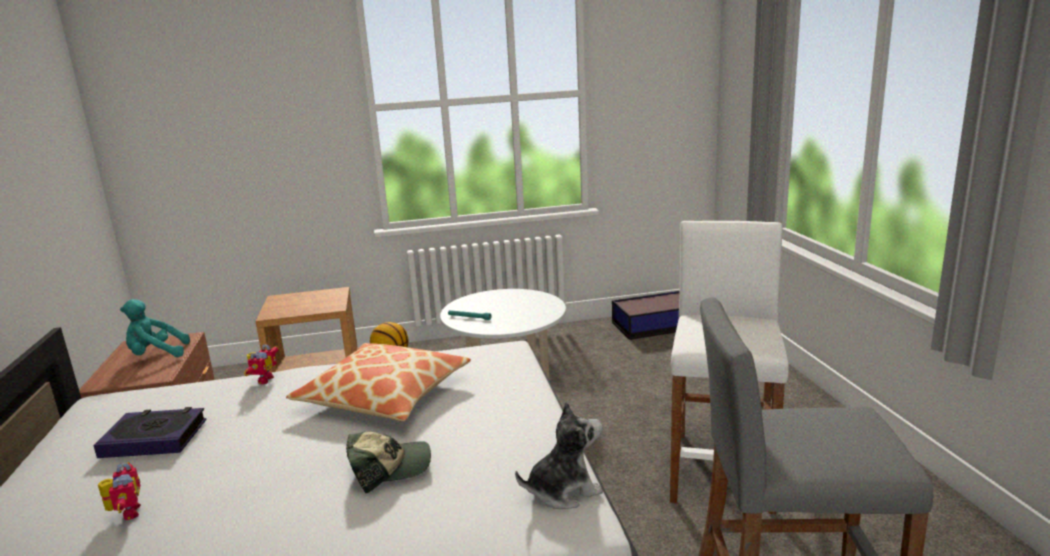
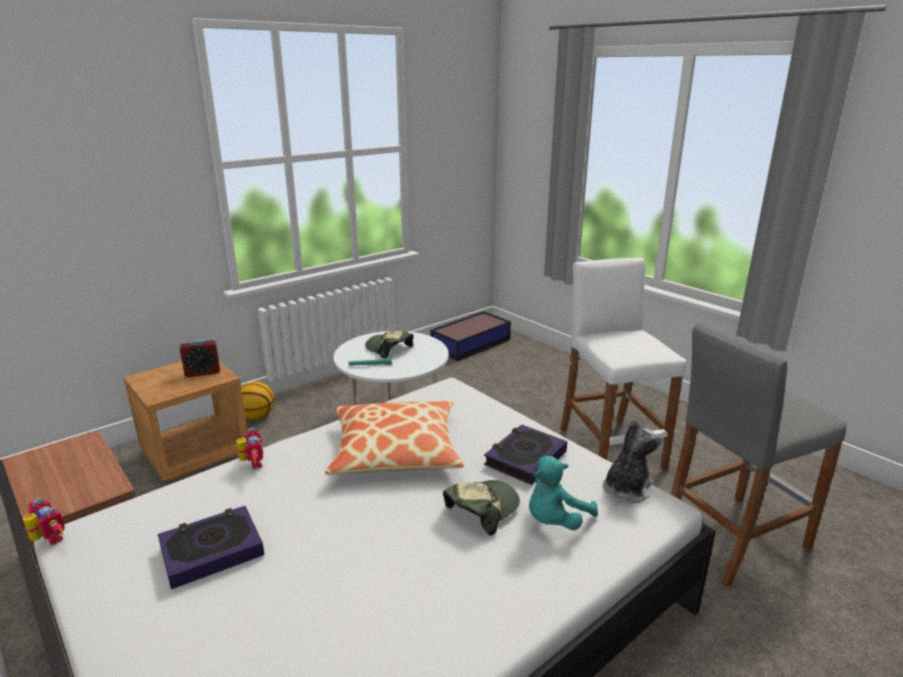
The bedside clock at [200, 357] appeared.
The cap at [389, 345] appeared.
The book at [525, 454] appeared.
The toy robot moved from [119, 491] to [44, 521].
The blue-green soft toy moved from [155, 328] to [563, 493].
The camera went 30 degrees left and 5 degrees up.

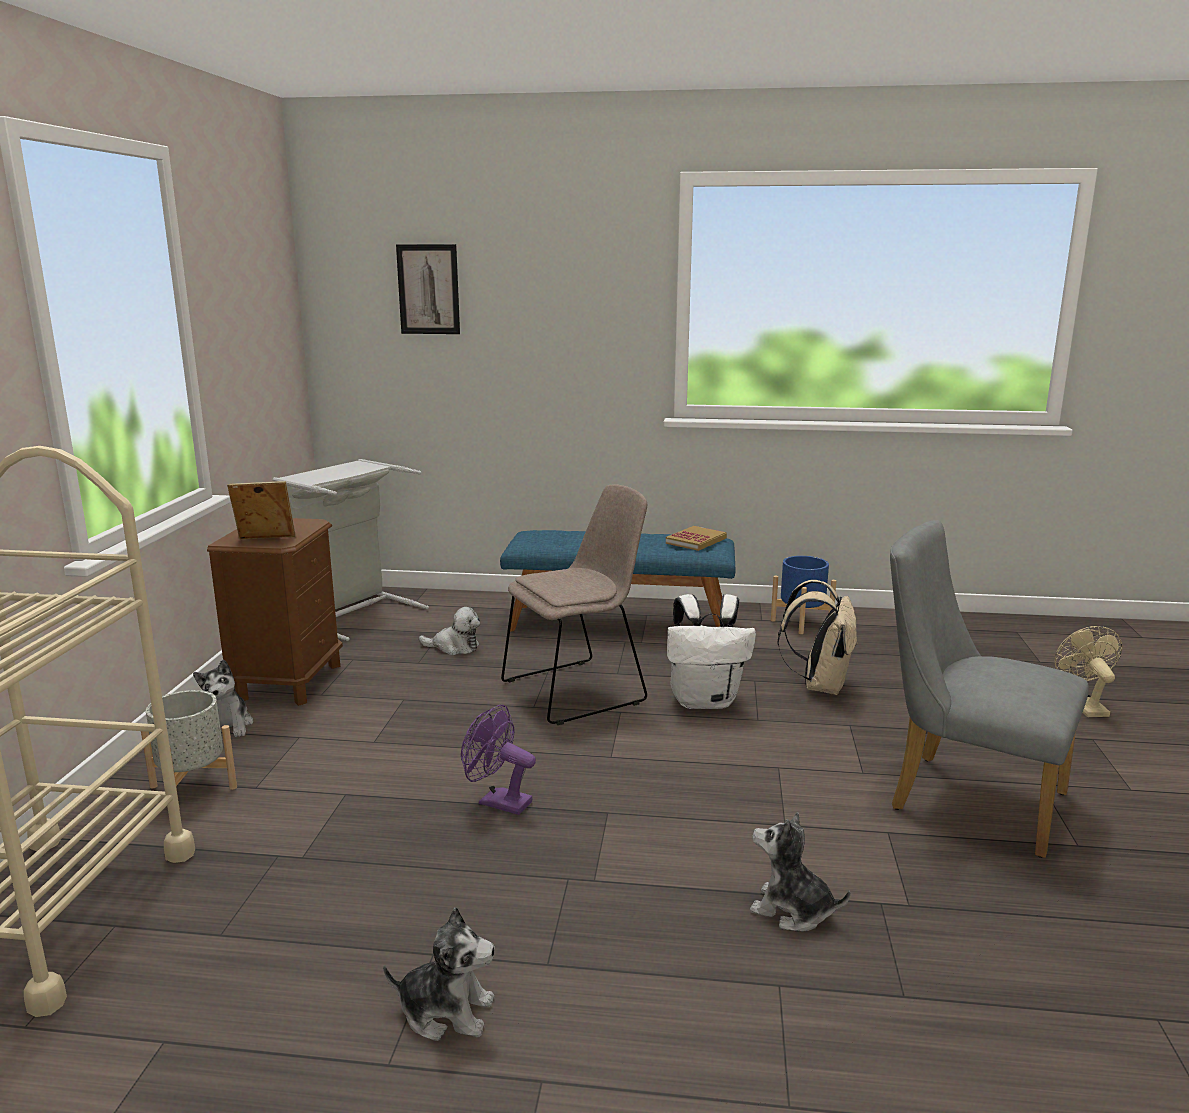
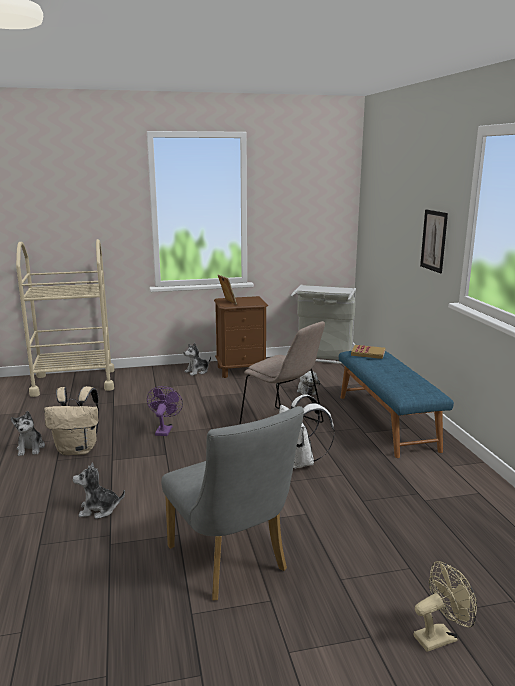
The grey plant pot at [189, 749] disappeared.
The blue plant pot at [803, 595] disappeared.
The picture moved from [428, 289] to [434, 241].
The book moved from [696, 538] to [368, 352].
The beige knapsack moved from [818, 637] to [71, 420].
The soft toy at [800, 872] turned 105 degrees counterclockwise.
The grey upright chair at [989, 689] turned 135 degrees clockwise.
The camera went 70 degrees right and 0 degrees up.

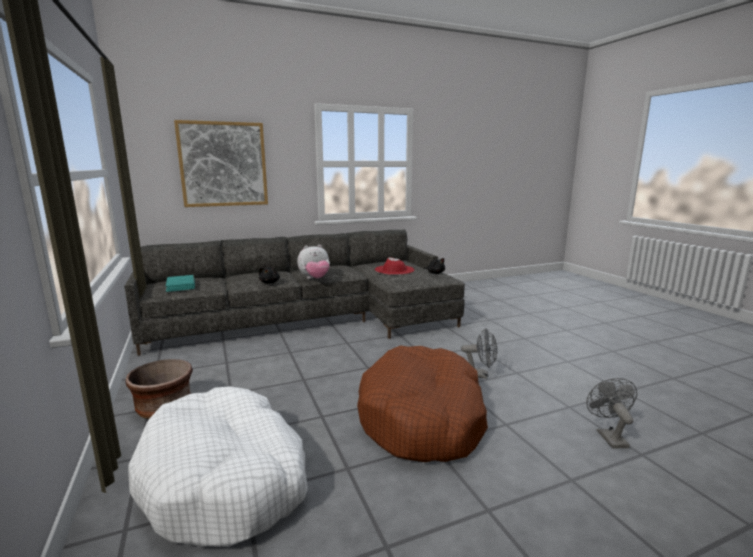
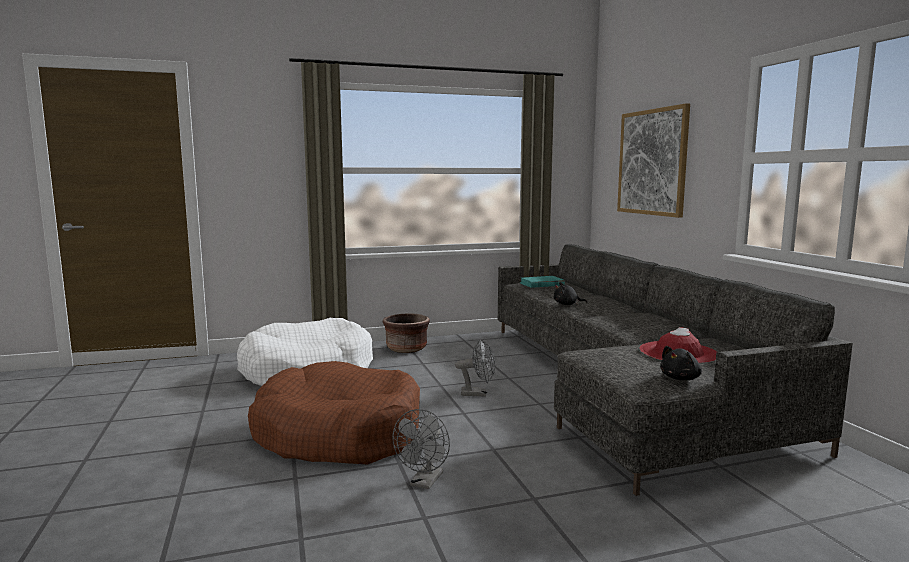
The soft toy at [313, 262] disappeared.
The grey electric fan moved from [611, 413] to [475, 368].
The camera went 95 degrees right and 5 degrees down.

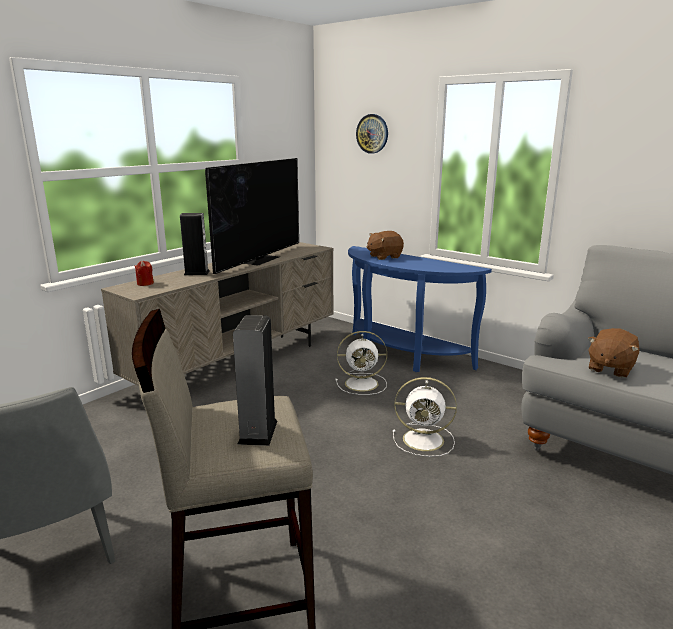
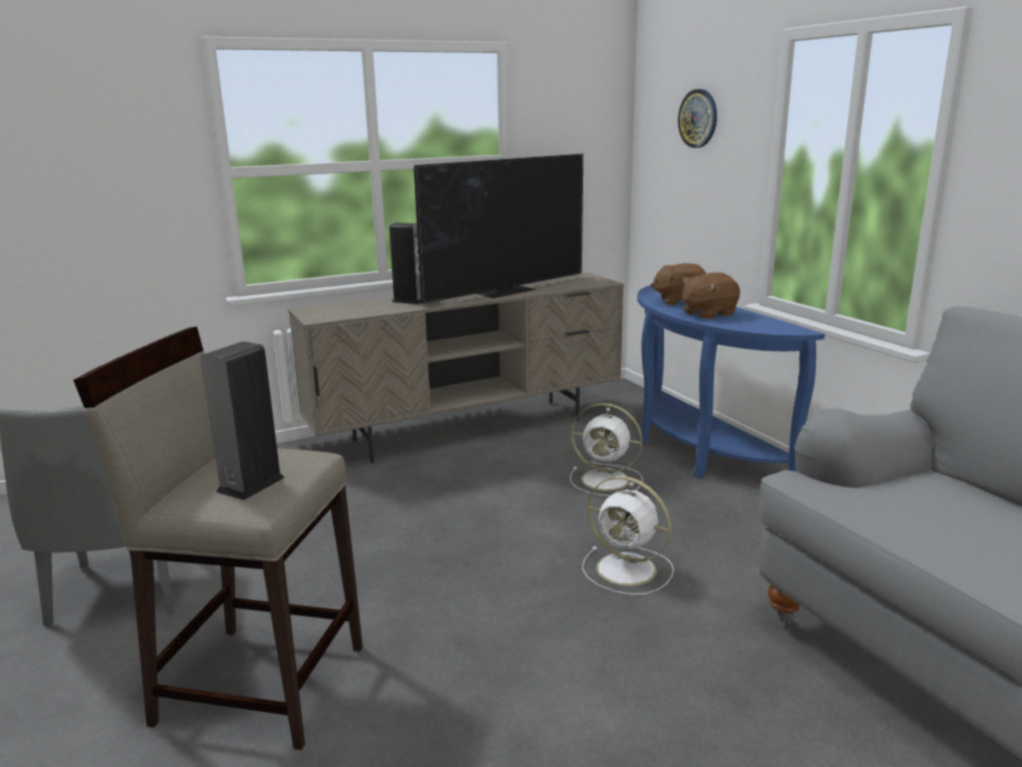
The red-coloured wax light at [144, 273] disappeared.
The brown-coloured soft toy moved from [613, 353] to [711, 295].
The camera went 25 degrees right and 0 degrees up.

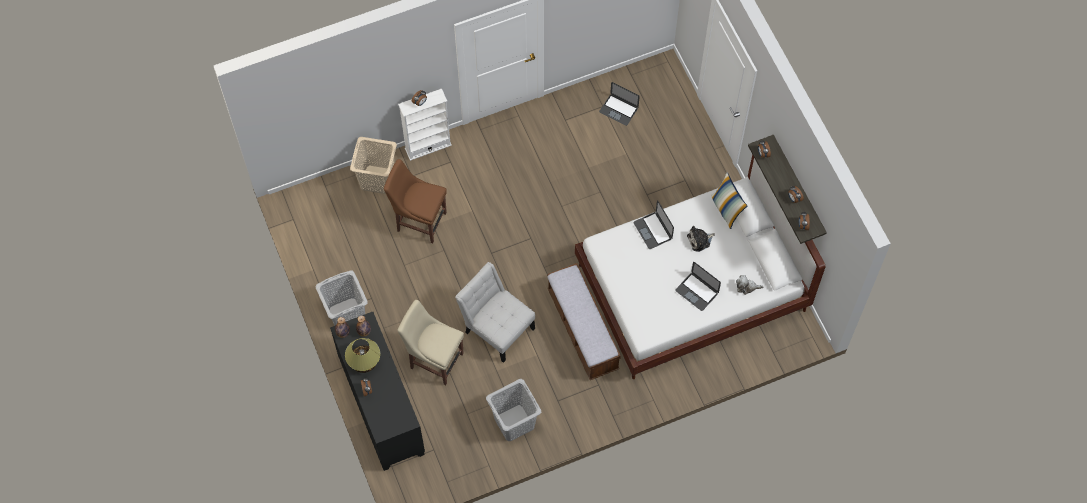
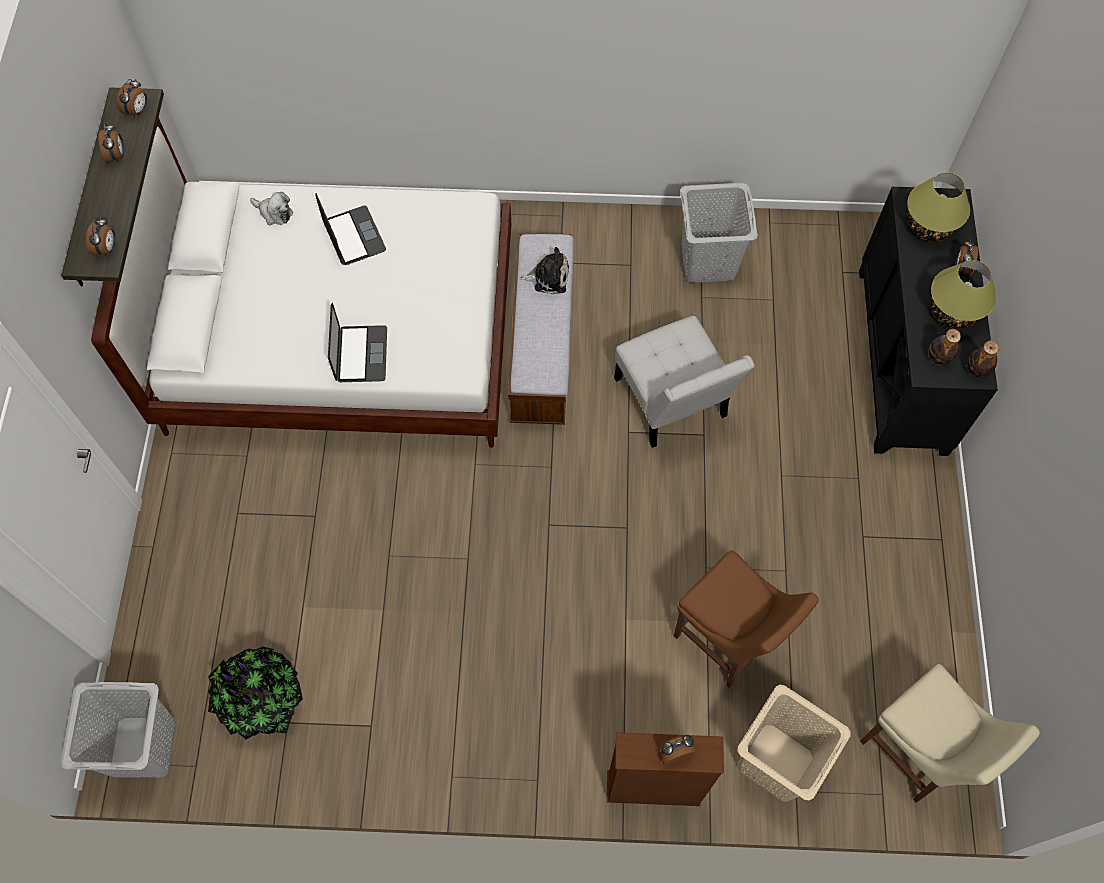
The cushion at [729, 201] disappeared.
The table lamp at [938, 207] appeared.
The grey washing basket moved from [342, 298] to [118, 730].
The beige upright chair moved from [431, 342] to [950, 733].
The soft toy moved from [701, 239] to [544, 271].
The notebook computer at [619, 104] was replaced by the potted plant at [255, 693].
The white-coloured bookshelf at [425, 125] became the brown-coloured bookshelf at [665, 769].
The camera went 155 degrees left and 0 degrees up.

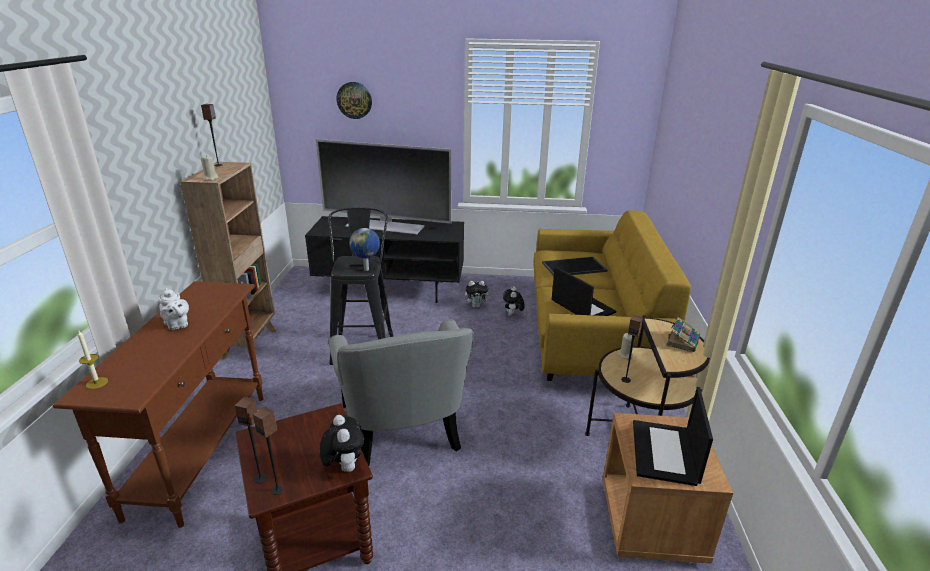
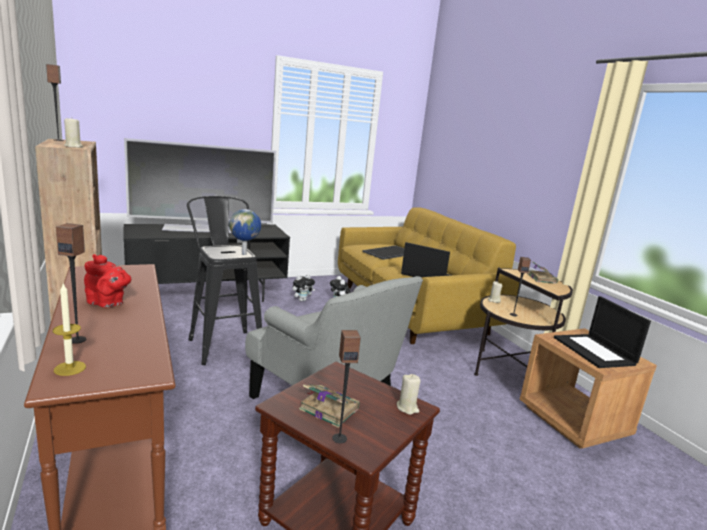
The wall clock at [354, 100] disappeared.
The book at [329, 406] appeared.
The loudspeaker moved from [268, 451] to [71, 283].
The soft toy at [342, 443] was replaced by the beige wax light at [409, 394].
The white-coloured tea pot at [173, 309] became the red-coloured tea pot at [107, 281].
The camera went 30 degrees left and 10 degrees down.

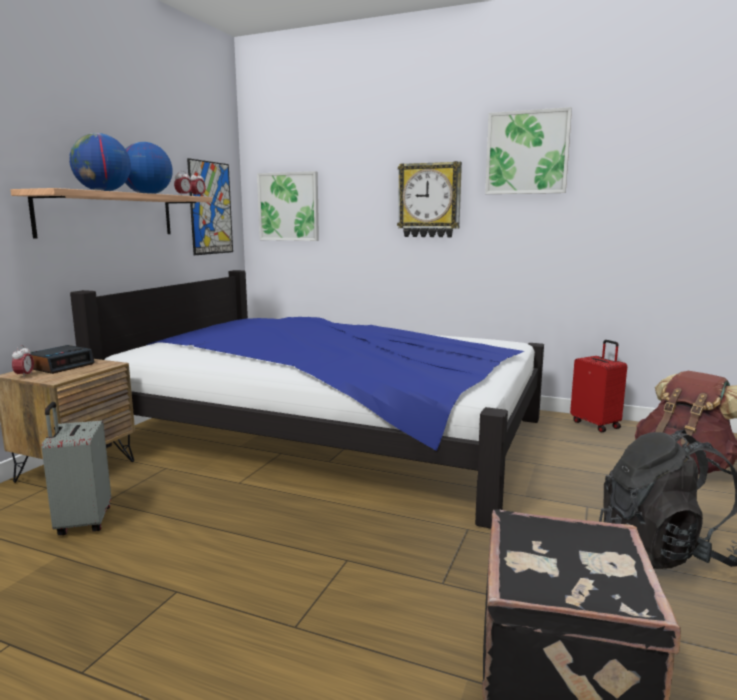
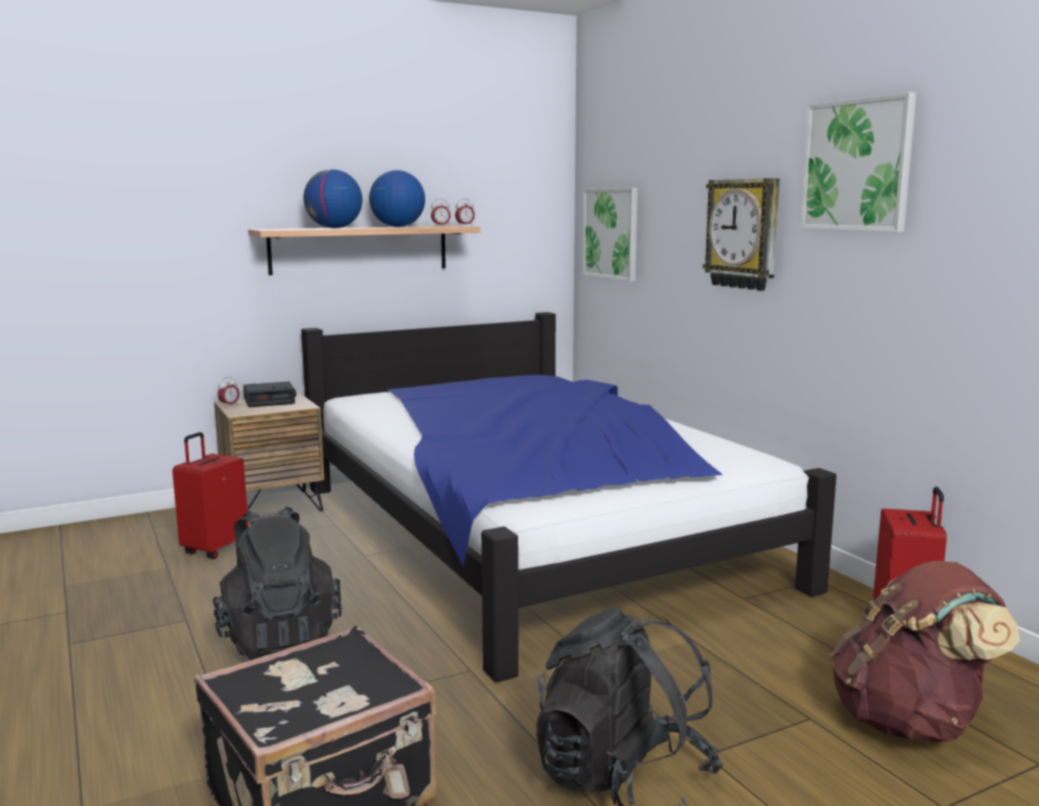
The picture at [210, 206] disappeared.
The black-coloured knapsack at [277, 583] appeared.
The grey travel case at [76, 468] became the red-coloured travel case at [210, 495].
The camera went 40 degrees right and 0 degrees up.

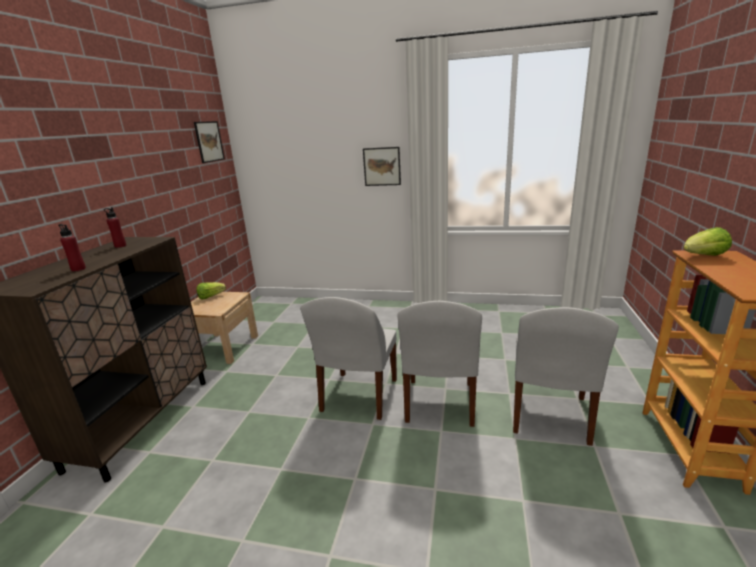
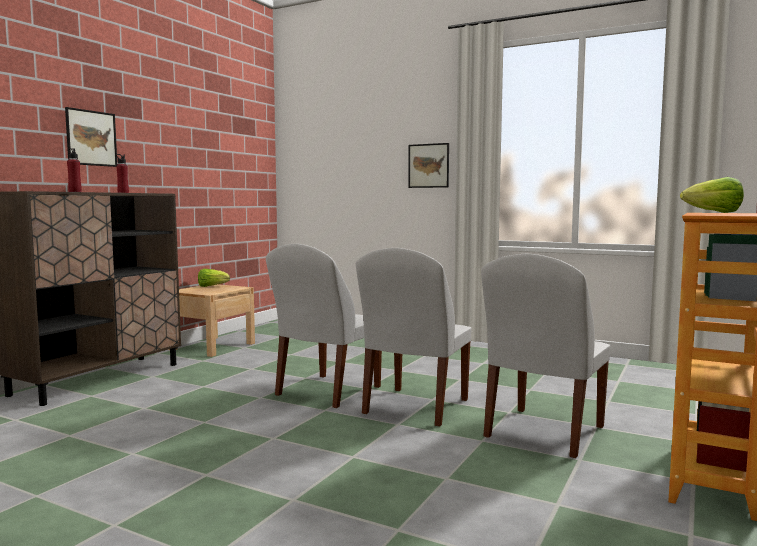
The picture moved from [209, 142] to [91, 137].
The camera went 15 degrees right and 15 degrees down.

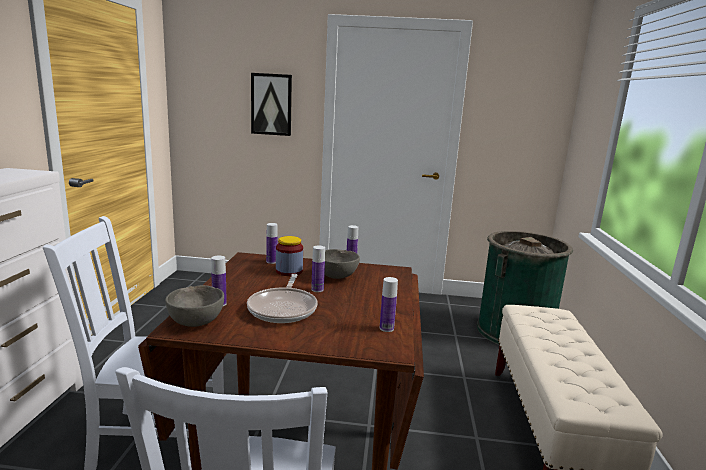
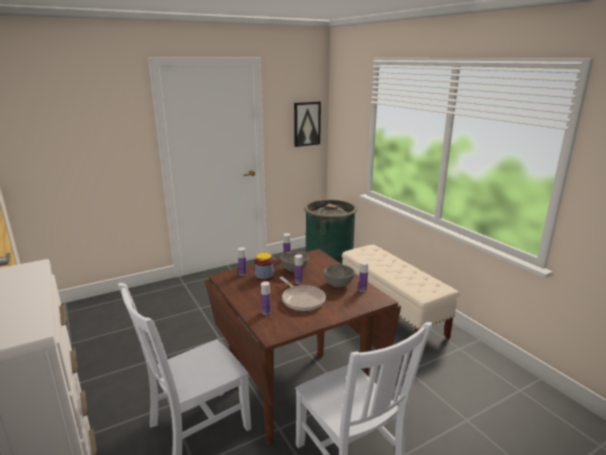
The grey deep dish moved from [194, 306] to [339, 276].
The picture moved from [271, 104] to [307, 124].
The camera went 35 degrees left and 5 degrees up.

